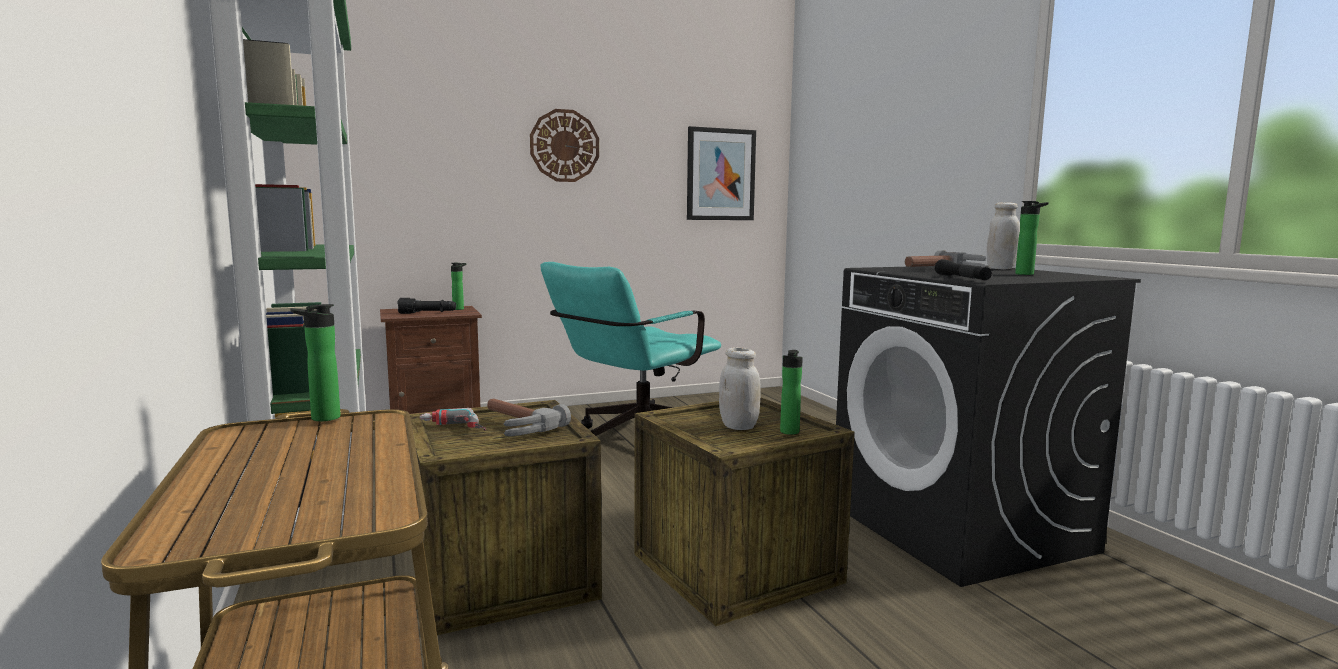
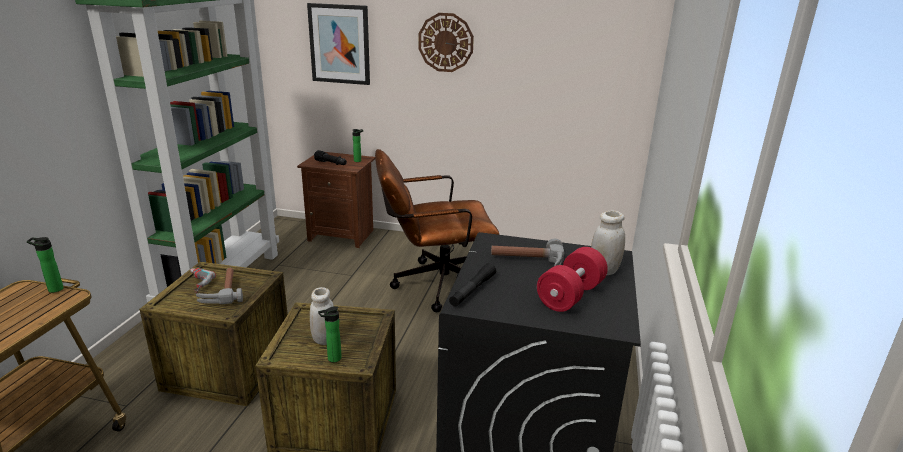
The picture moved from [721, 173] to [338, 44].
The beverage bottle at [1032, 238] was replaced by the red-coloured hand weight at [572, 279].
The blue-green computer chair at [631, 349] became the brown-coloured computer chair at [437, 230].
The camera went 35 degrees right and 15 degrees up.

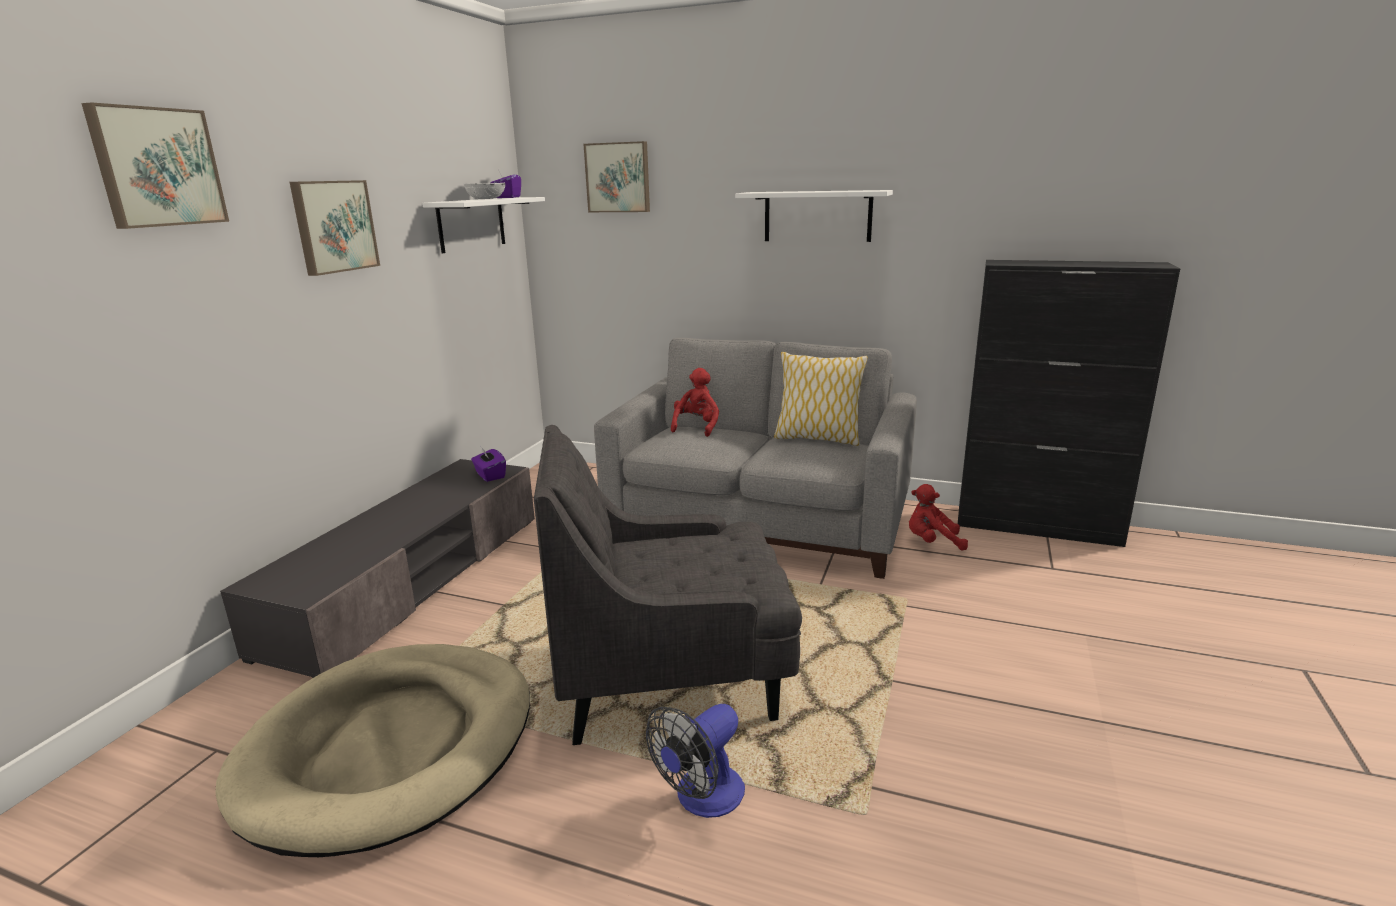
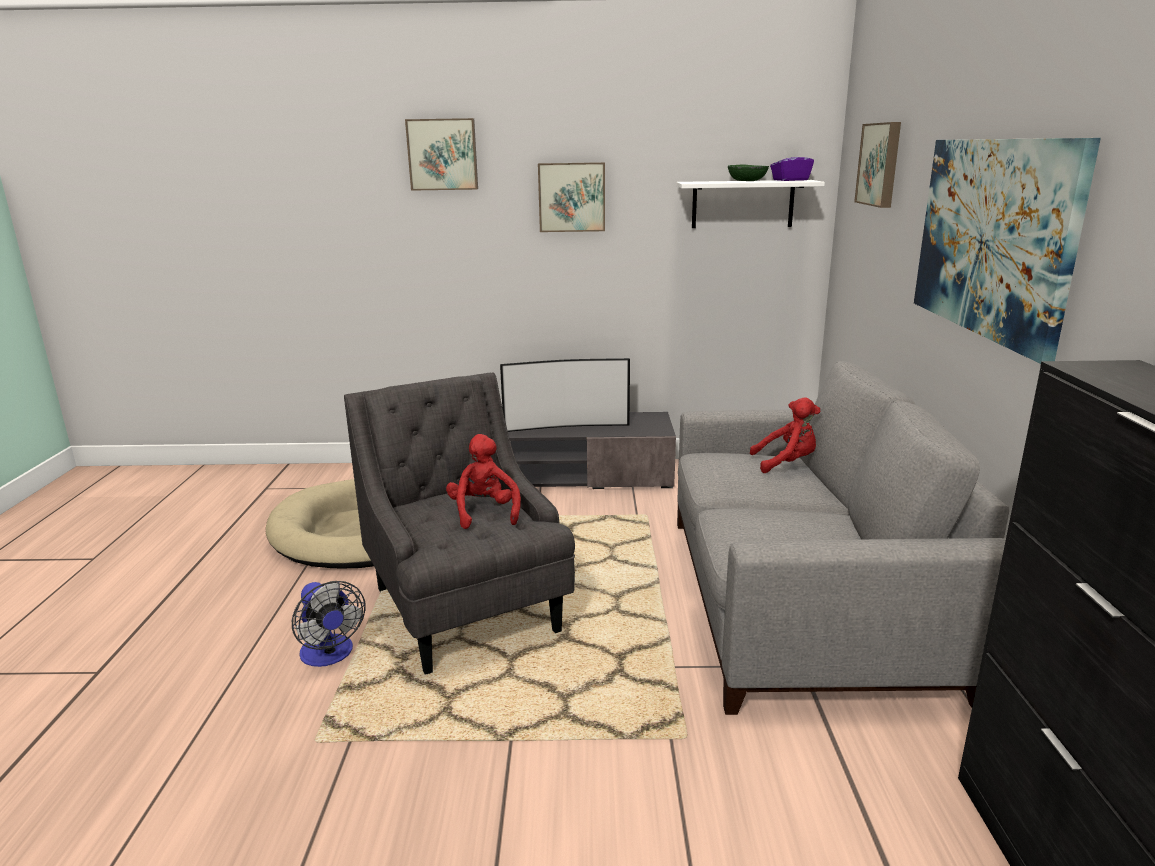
The purple tissue holder at [488, 464] disappeared.
The cushion at [821, 399] disappeared.
The TV set at [565, 395] appeared.
The red-coloured soft toy moved from [938, 517] to [483, 481].
The white-coloured shelf at [814, 216] was replaced by the picture at [1007, 251].
The white-coloured deep dish at [484, 191] became the greenish deep dish at [748, 173].
The electric fan at [695, 761] turned 150 degrees counterclockwise.
The camera went 70 degrees right and 0 degrees up.

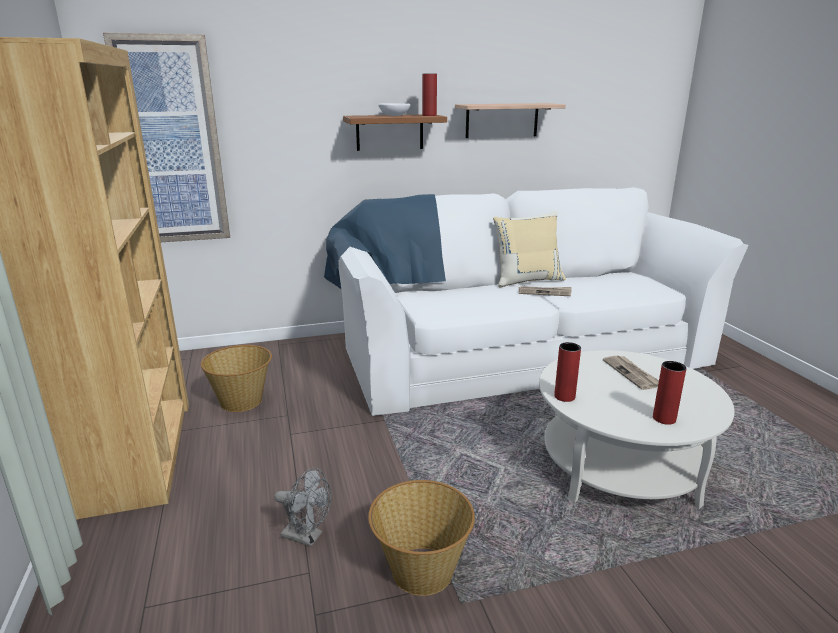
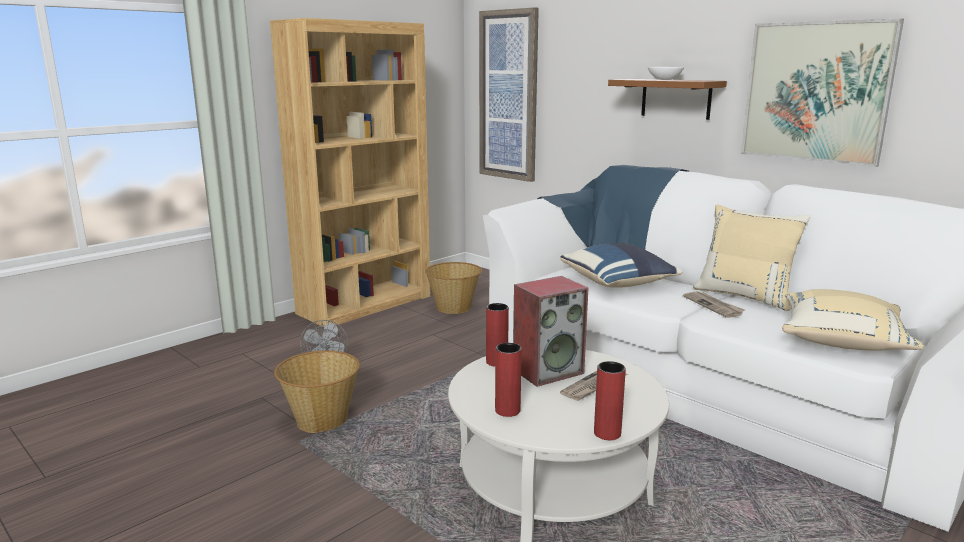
The loudspeaker at [550, 331] appeared.
The blue cushion at [621, 265] appeared.
The beige cushion at [853, 320] appeared.
The red-coloured flower vase moved from [429, 94] to [610, 400].
The shelf at [510, 120] was replaced by the picture at [822, 93].
The camera went 60 degrees right and 5 degrees down.

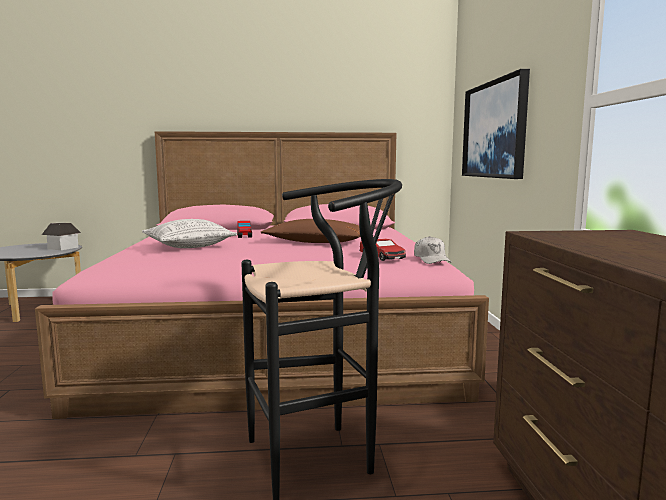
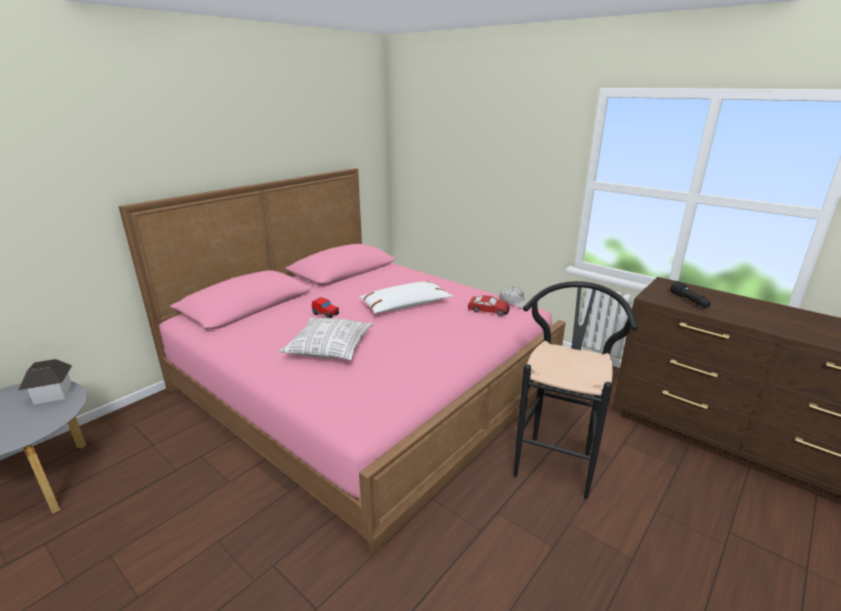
The picture at [496, 124] disappeared.
The black-coloured hand torch at [690, 294] appeared.
The brown-coloured cushion at [310, 231] became the white-coloured cushion at [406, 297].
The camera went 45 degrees left and 15 degrees up.

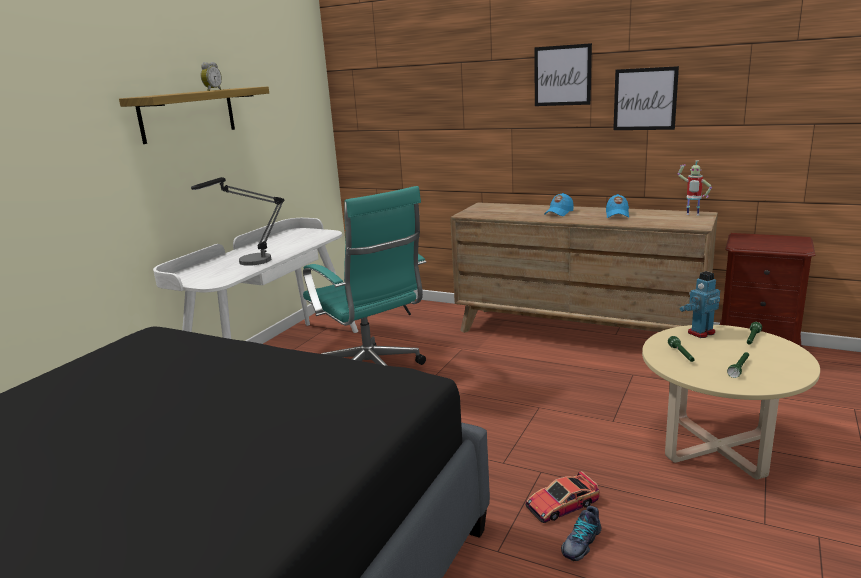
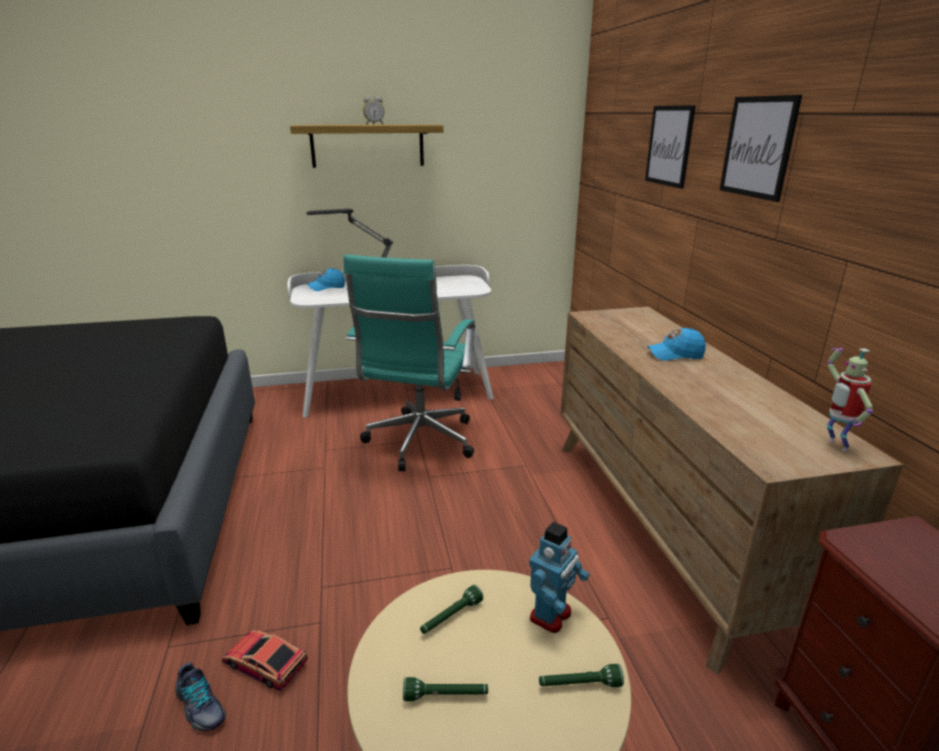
The blue cap moved from [617, 206] to [326, 279].
The picture moved from [646, 98] to [670, 147].
The shoe at [581, 533] turned 135 degrees counterclockwise.
The toy robot at [700, 304] turned 105 degrees clockwise.
The camera went 50 degrees right and 5 degrees up.

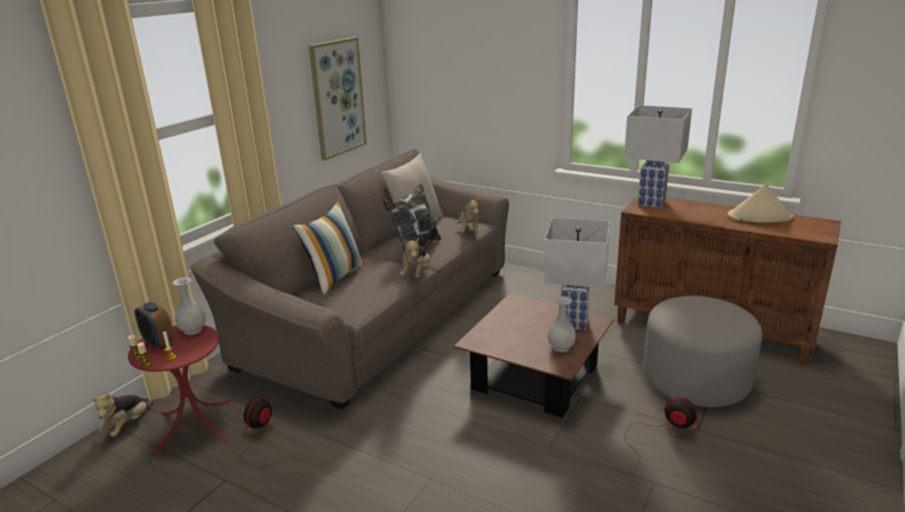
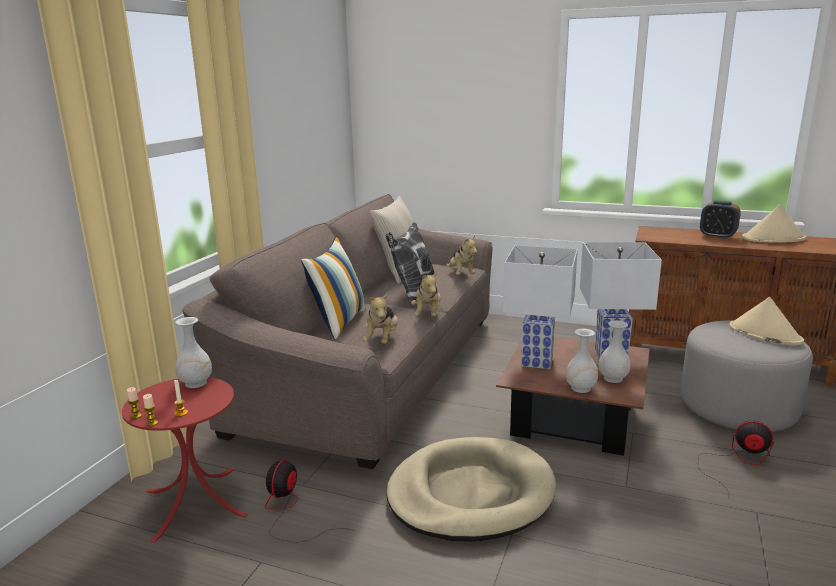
The picture at [338, 99] disappeared.
The beige pet bed at [471, 489] appeared.
The white-coloured flower vase at [582, 361] appeared.
The beige clothing hat at [766, 321] appeared.
The soft toy moved from [121, 415] to [380, 318].
The bedside clock moved from [154, 325] to [720, 220].
The white-coloured table lamp moved from [658, 156] to [540, 307].
The camera went 10 degrees left and 5 degrees down.

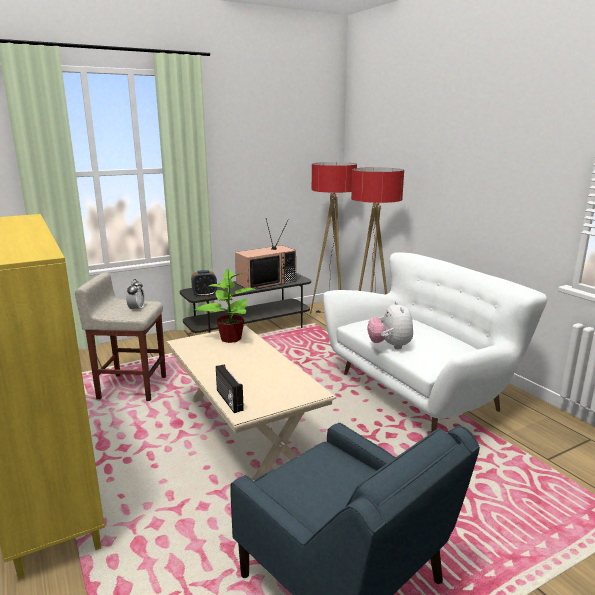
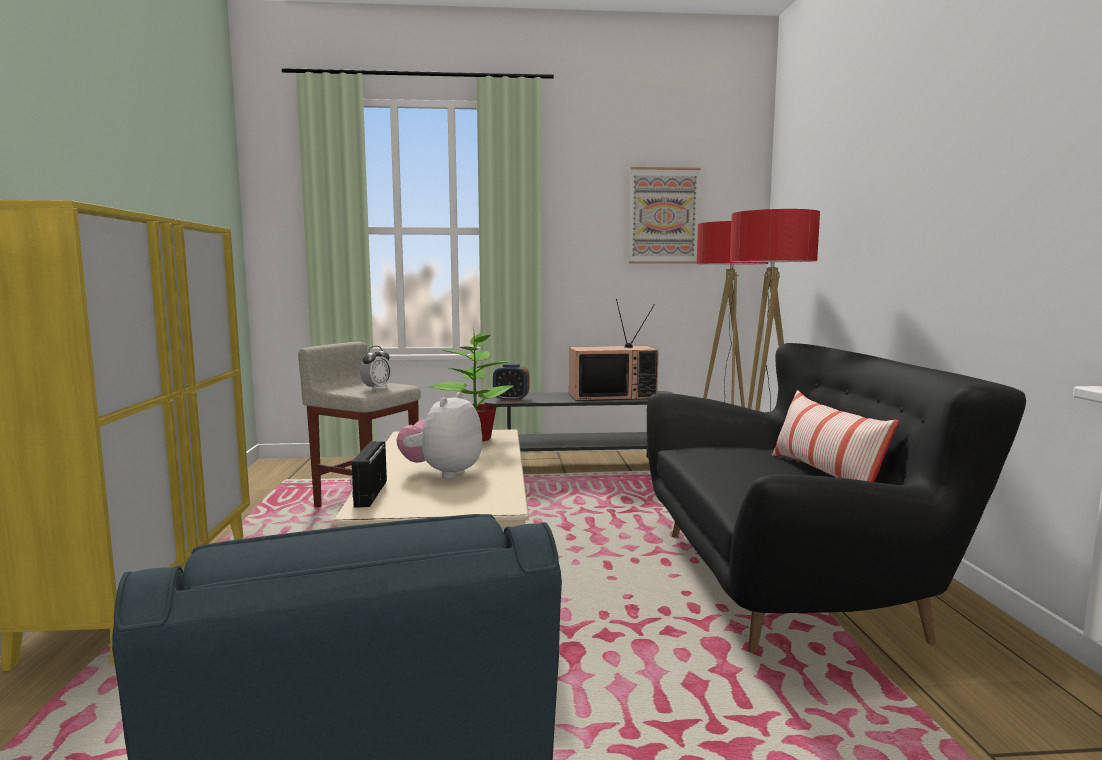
The picture at [664, 215] appeared.
The cushion at [835, 436] appeared.
The soft toy moved from [390, 325] to [439, 435].
The white-coloured sofa at [435, 342] became the black-coloured sofa at [836, 498].
The camera went 25 degrees right and 10 degrees down.

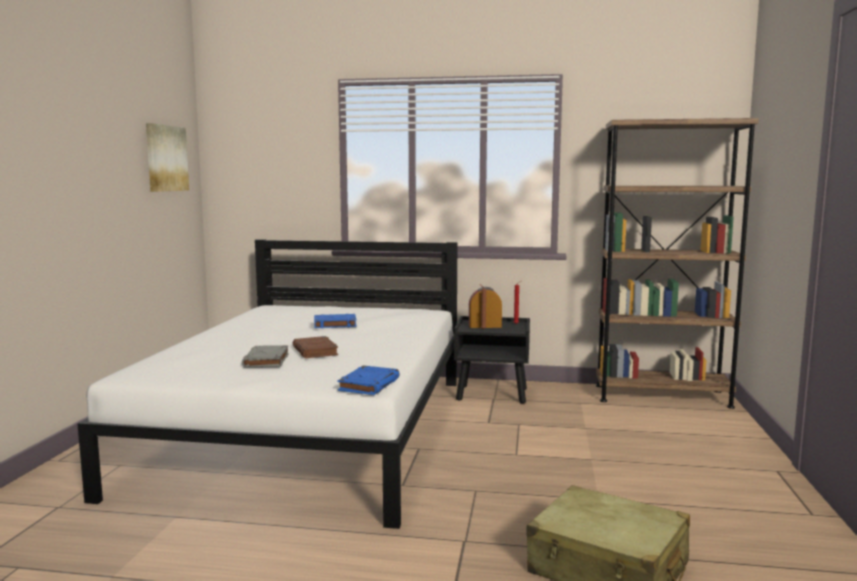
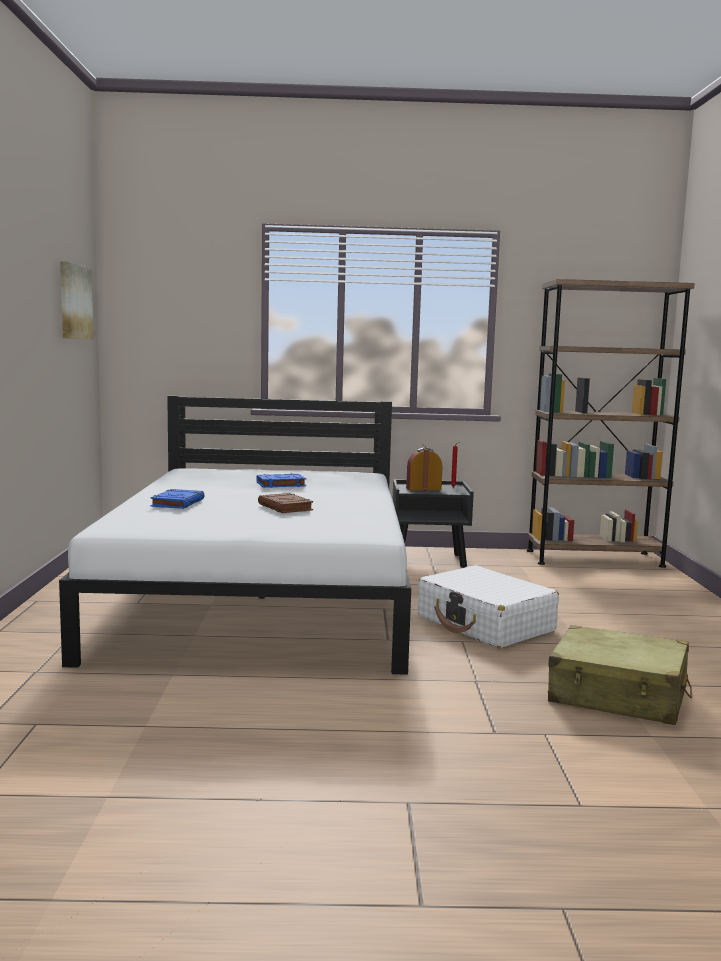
The grey book at [265, 356] disappeared.
The white-coloured travel case at [488, 606] appeared.
The blue book moved from [369, 380] to [177, 499].
The camera went 10 degrees left and 0 degrees up.

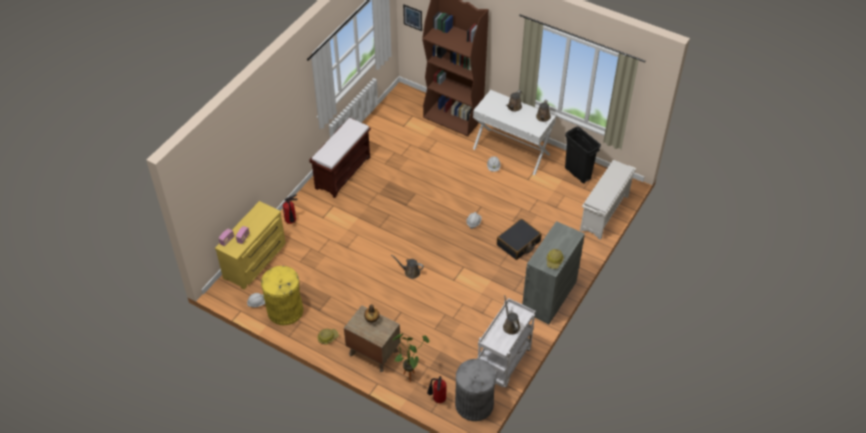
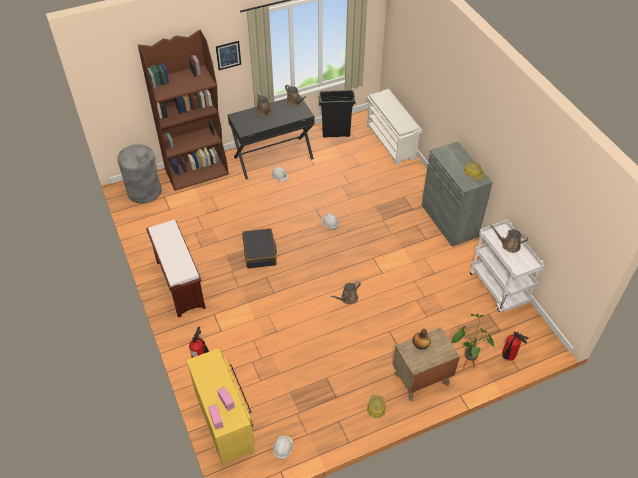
The yellowish trash can at [282, 295] disappeared.
The picture moved from [412, 17] to [228, 55].
The grey trash can moved from [475, 390] to [139, 174].
The black-coloured travel case moved from [519, 239] to [259, 248].
The white-coloured desk unit at [514, 133] became the black-coloured desk unit at [271, 137].
The camera went 55 degrees left and 0 degrees up.

